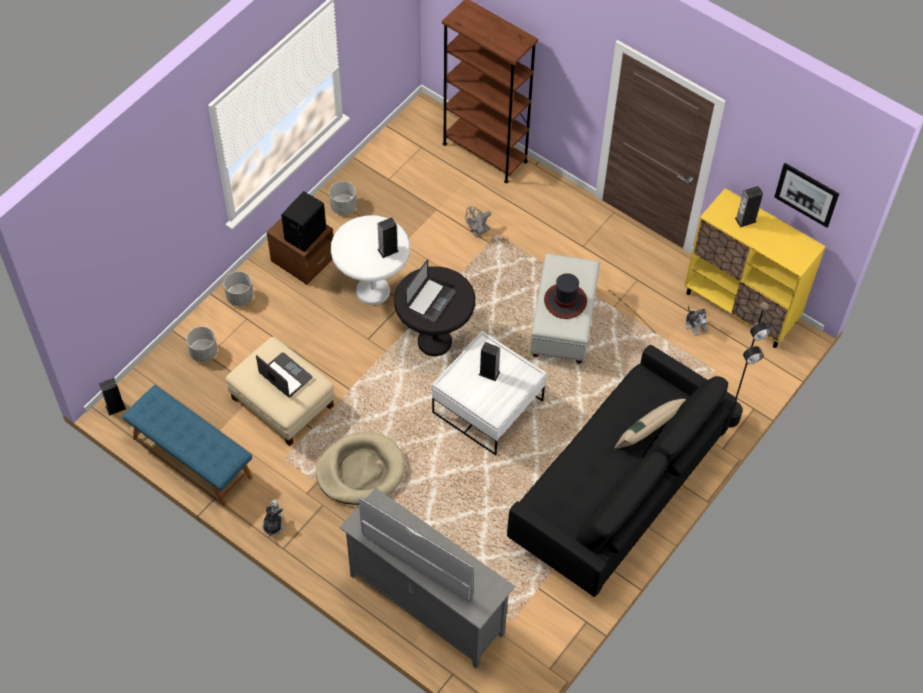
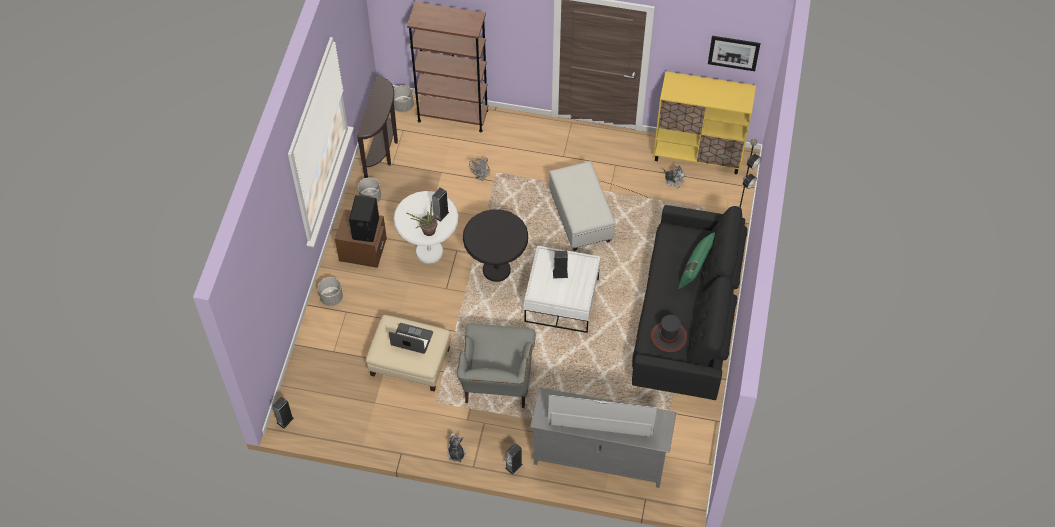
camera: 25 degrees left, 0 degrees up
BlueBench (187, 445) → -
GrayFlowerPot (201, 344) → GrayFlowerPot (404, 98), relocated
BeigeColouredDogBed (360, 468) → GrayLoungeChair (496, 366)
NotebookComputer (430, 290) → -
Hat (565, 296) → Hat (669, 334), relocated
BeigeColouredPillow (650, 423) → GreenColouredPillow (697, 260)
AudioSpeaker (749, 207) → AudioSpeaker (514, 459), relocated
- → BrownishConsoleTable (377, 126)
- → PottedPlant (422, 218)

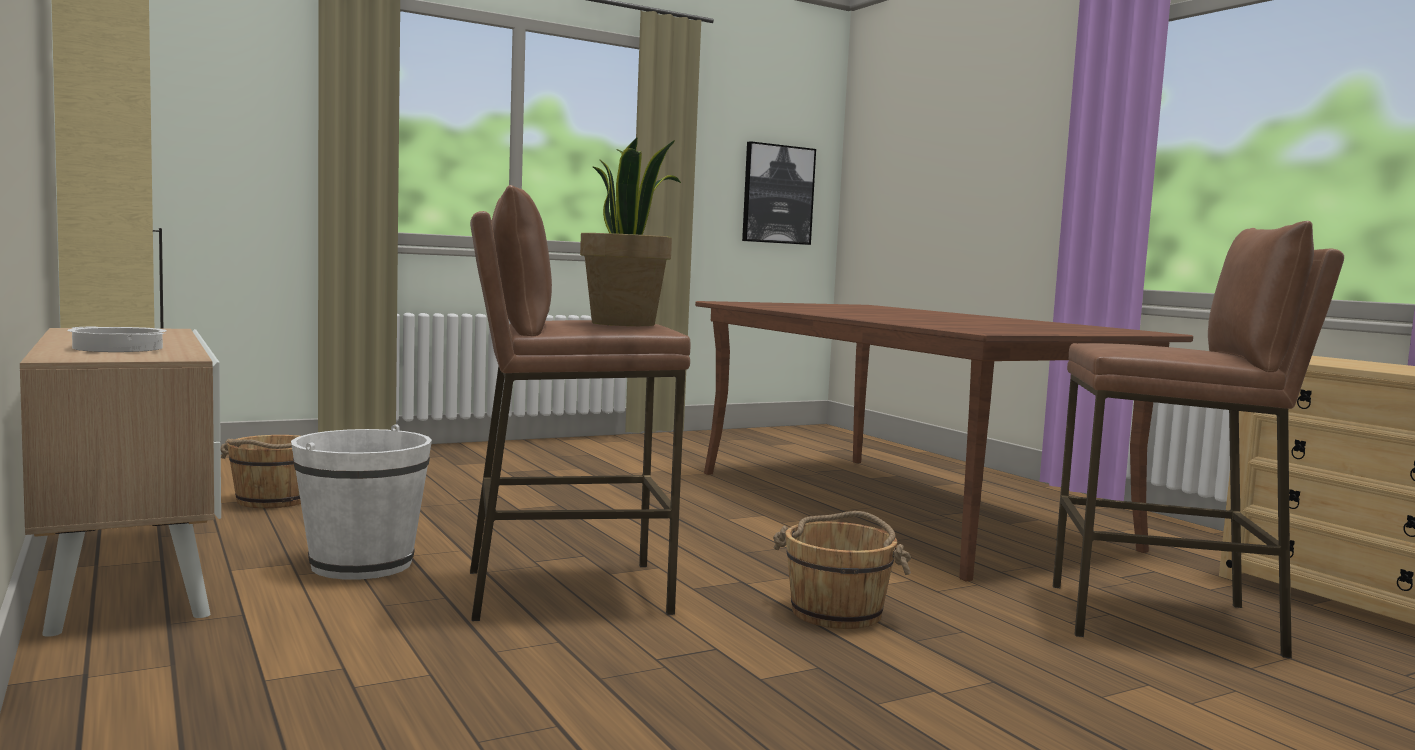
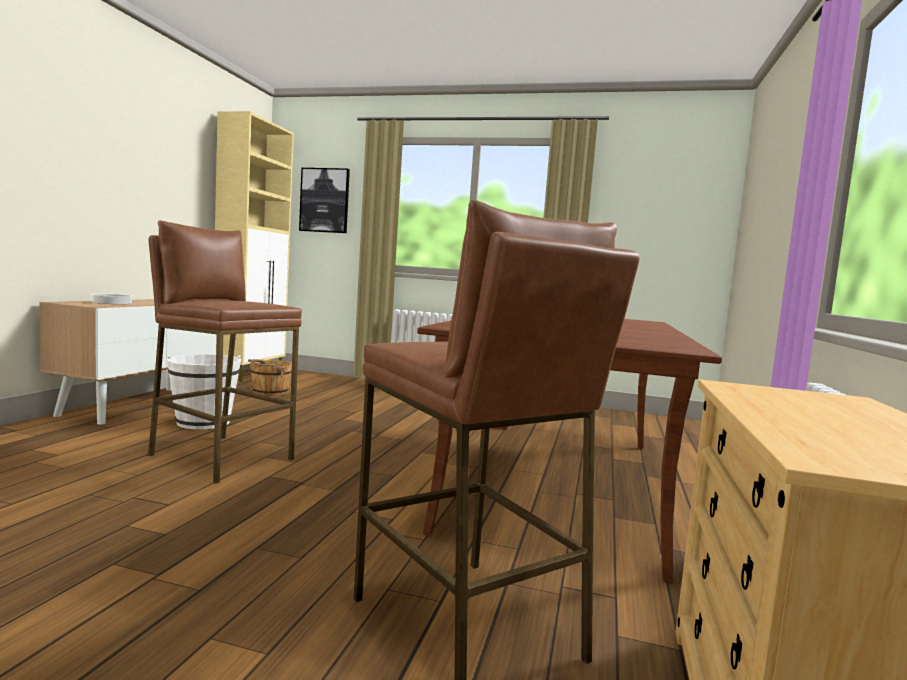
camera: 45 degrees right, 0 degrees up
PottedPlant (630, 232) → -
Picture (779, 193) → Picture (324, 200), relocated
BrownishBucket (842, 570) → -

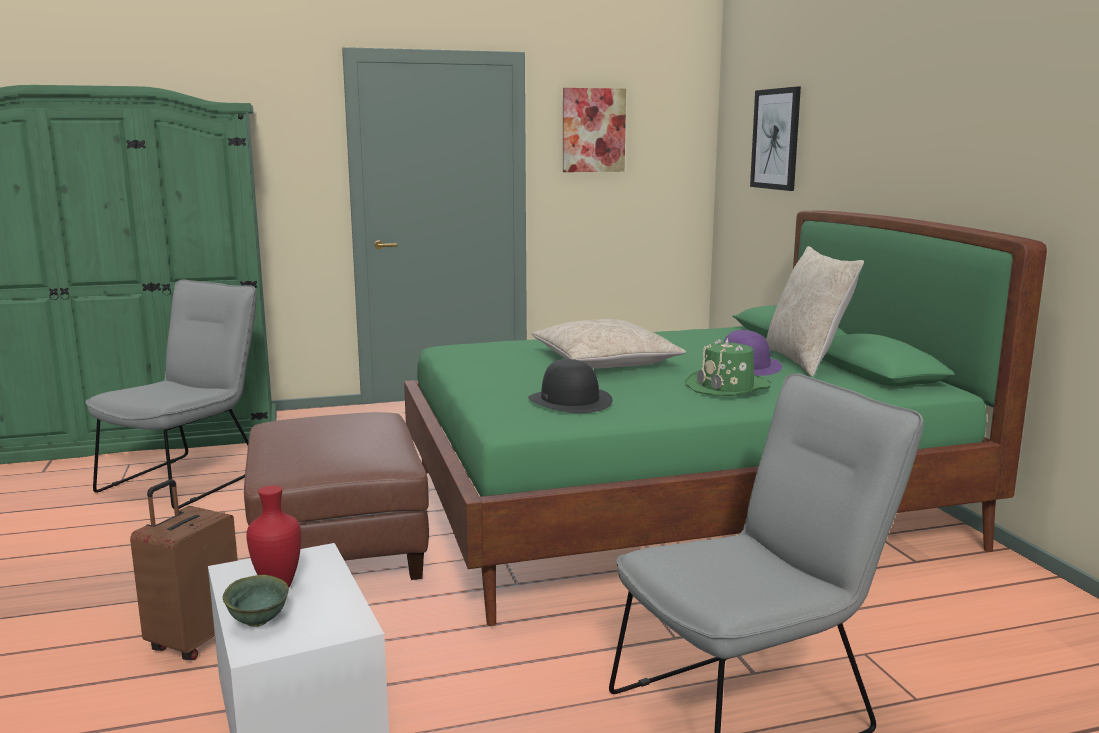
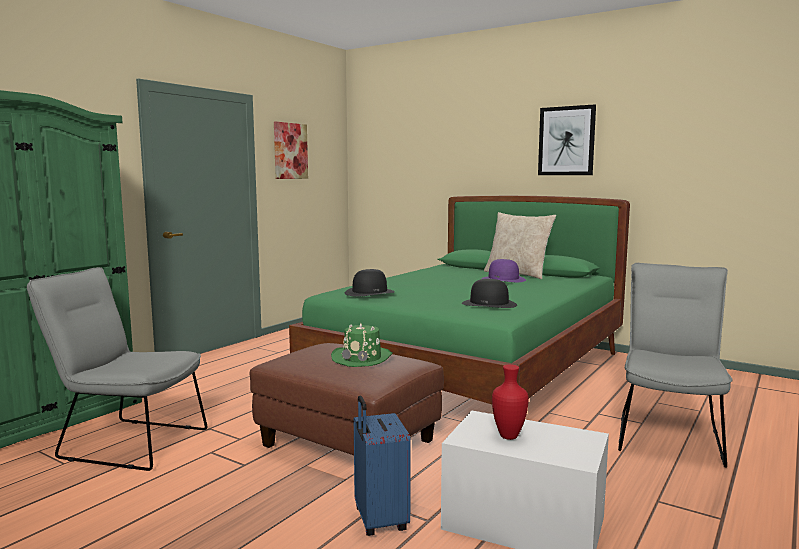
camera: 40 degrees left, 5 degrees down
GrayUprightChair (171, 394) → GrayUprightChair (117, 369), 60 degrees counterclockwise
BrownishPieceOfLuggage (184, 569) → BluePieceOfLuggage (382, 466)
GreenColouredServingBowl (256, 601) → -
BeigeColouredPillow (609, 343) → -
GreenColouredHat (728, 367) → GreenColouredHat (362, 345), relocated
Picture (775, 139) → Picture (567, 139), relocated
- → BlackHat (370, 283)

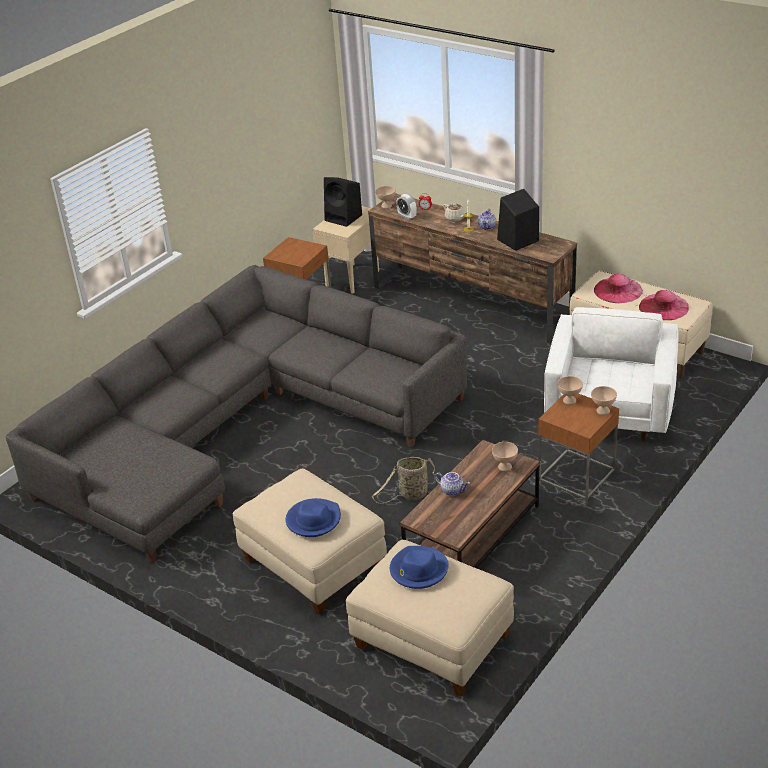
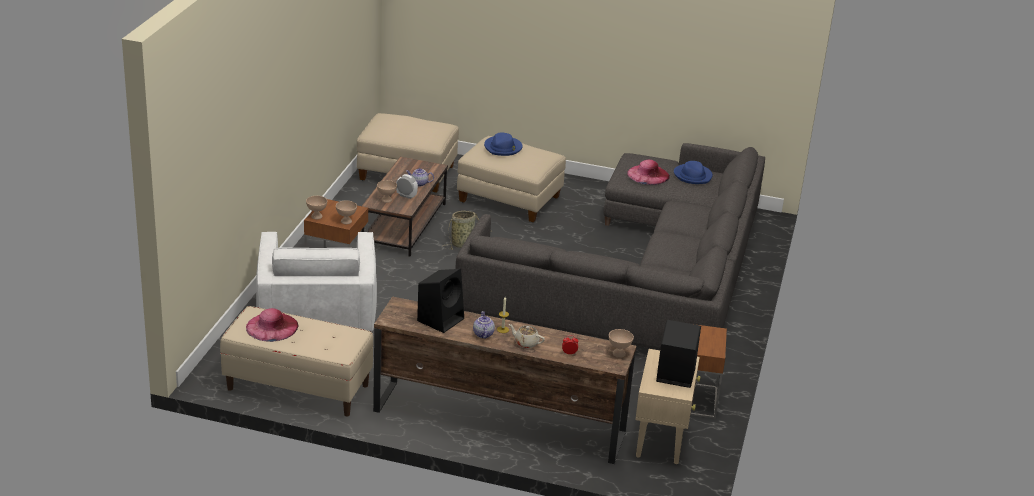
camera: 155 degrees right, 5 degrees down
BlueHat (419, 567) → BlueHat (693, 172), relocated
TableClock (407, 207) → TableClock (407, 186), relocated
PinkishHat (618, 288) → PinkishHat (648, 172), relocated

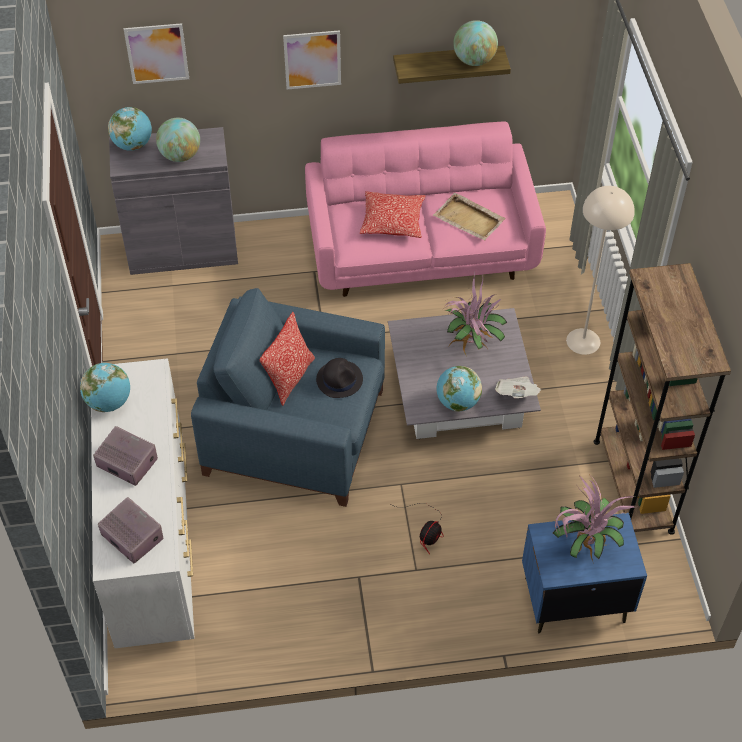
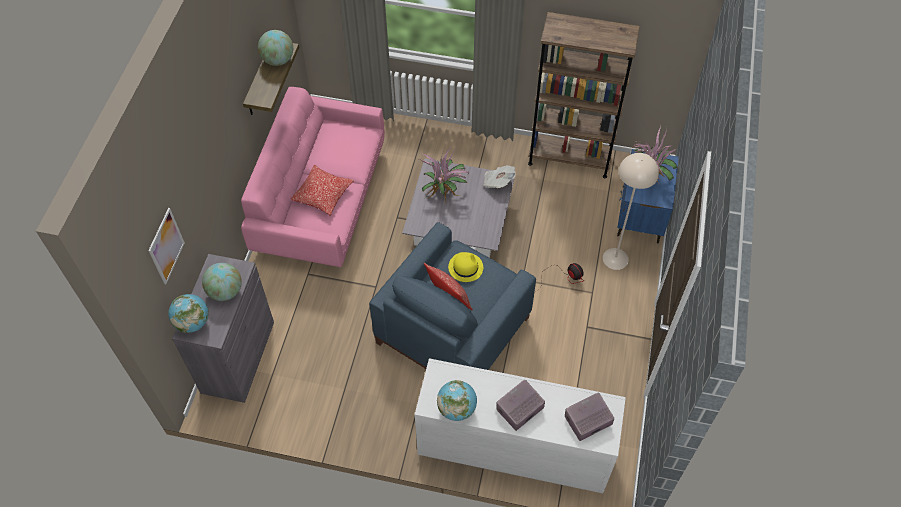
camera: 70 degrees left, 5 degrees up
Picture (312, 59) → -
BlackHat (339, 378) → YellowishHat (465, 267)
BeigeColouredTray (469, 217) → -
WorldGlobe (459, 388) → -
BeigeColouredFloorLamp (600, 270) → BeigeColouredFloorLamp (631, 211), relocated

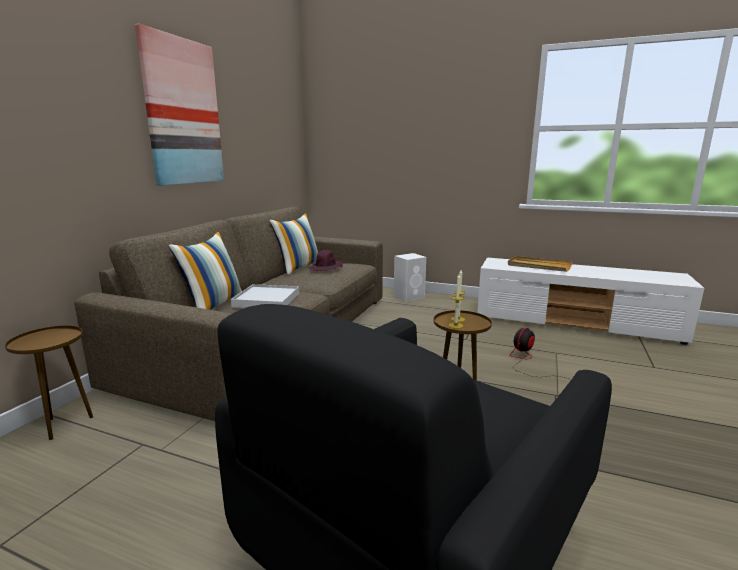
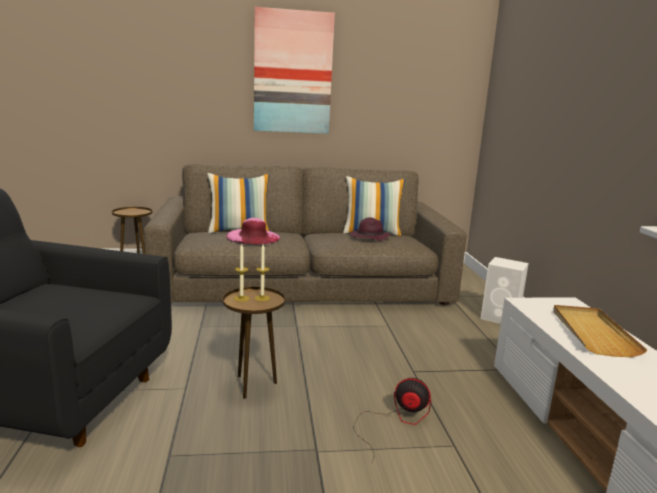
camera: 60 degrees right, 0 degrees up
WhiteColouredTray (265, 296) → PinkishHat (253, 231)

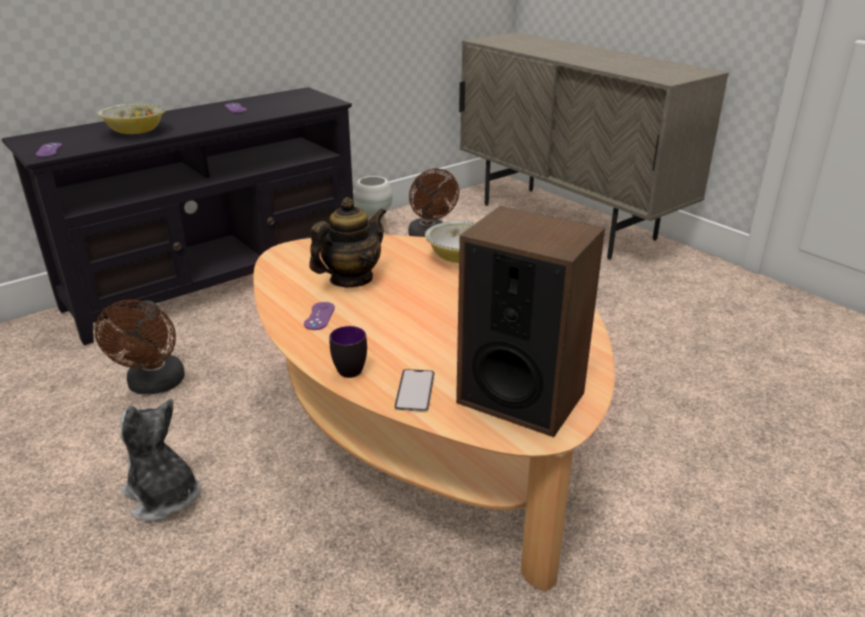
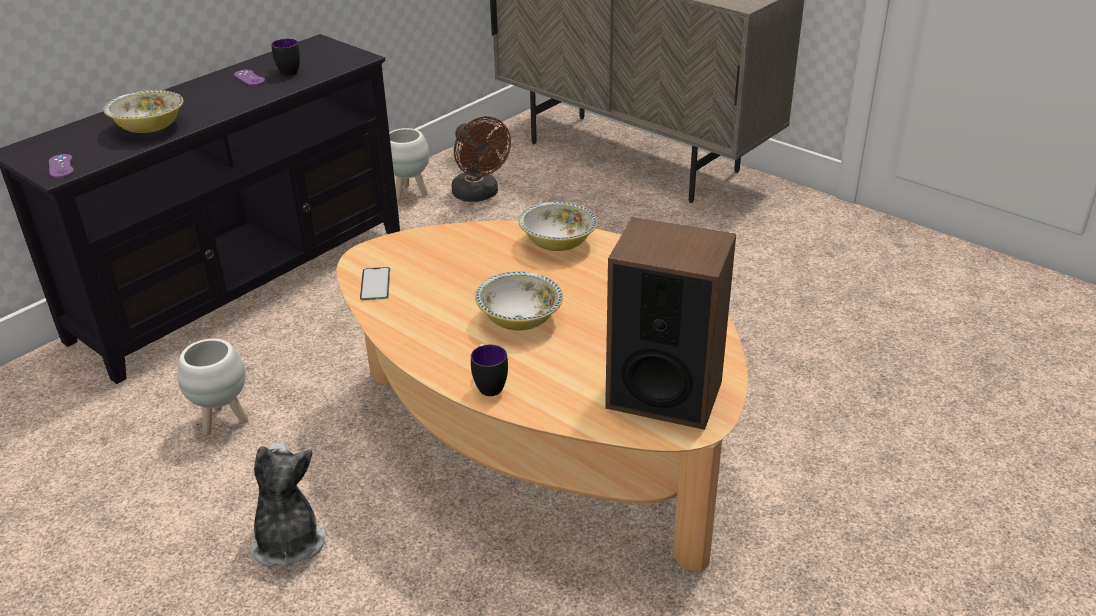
camera: 10 degrees left, 5 degrees up
BrownishFan (140, 347) → WhiteColouredFlowerPot (212, 387)
PlushToy (160, 460) → PlushToy (288, 504), 45 degrees clockwise
PurplishGameController (319, 316) → -
TeaPot (347, 242) → -
Telephone (414, 390) → Telephone (375, 283), relocated
- → CoffeeMug (285, 57)
- → ServingBowl (519, 301)

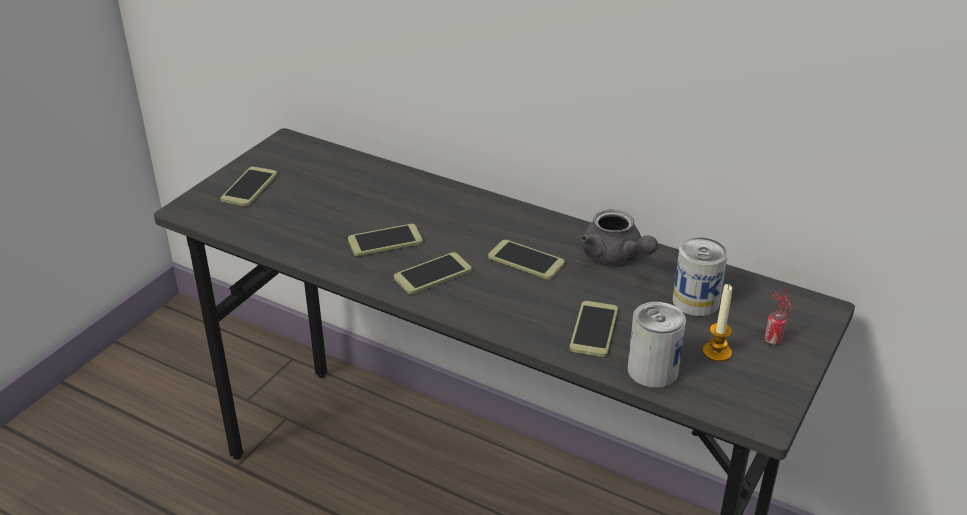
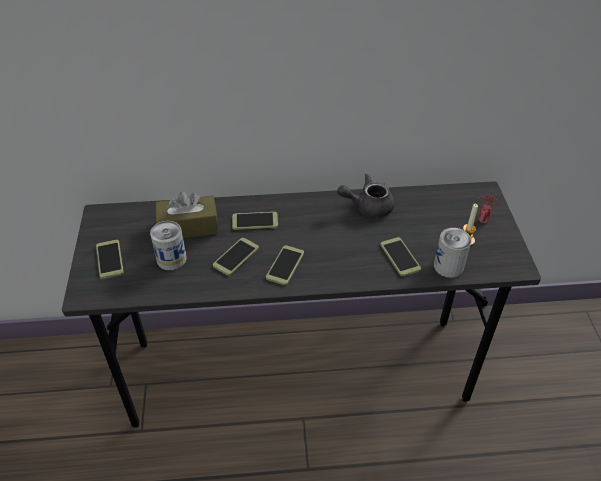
camera: 35 degrees left, 10 degrees up
Telephone (526, 260) → Telephone (255, 221), relocated
GrayTeaPot (619, 237) → GrayTeaPot (366, 195), 150 degrees clockwise
MetalCan (700, 276) → MetalCan (168, 245), relocated
- → BrownishTissueHolder (187, 214)

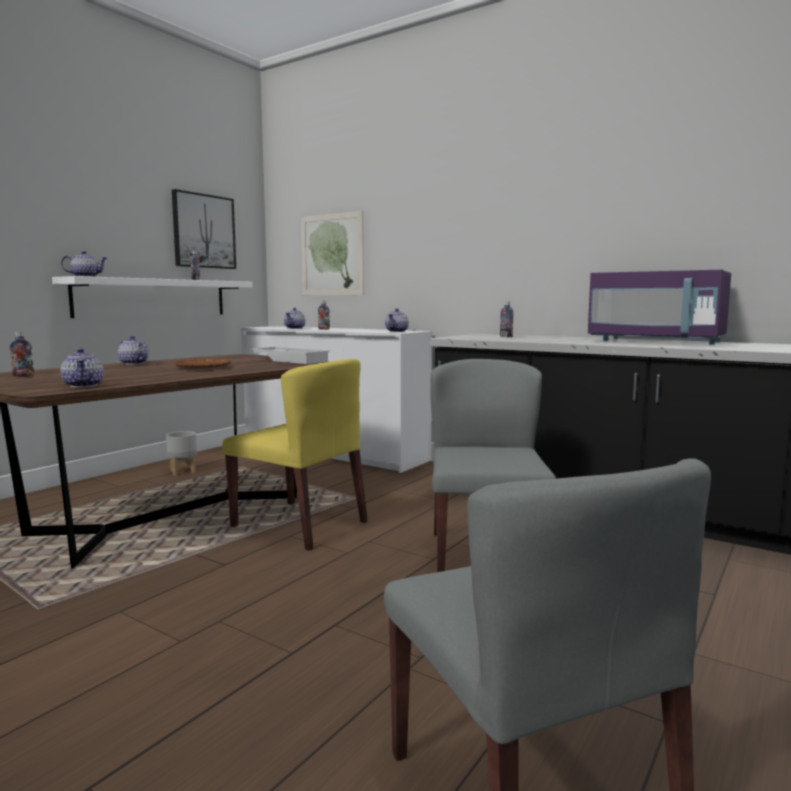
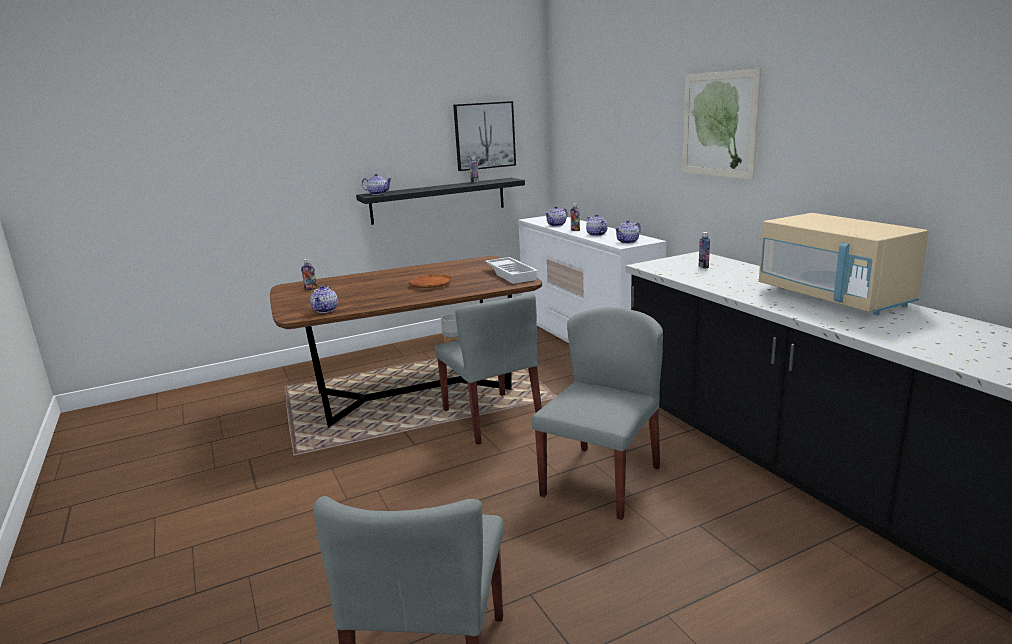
camera: 30 degrees right, 10 degrees up
WhiteColouredShelf (152, 297) → BlackShelf (440, 201)
TeaPot (133, 350) → TeaPot (597, 225), relocated
YellowishUprightChair (295, 455) → GrayUprightChair (488, 369)
Picture (332, 253) → Picture (721, 124), relocated
PurplishMicrowaveOven (659, 307) → BeigeColouredMicrowaveOven (844, 264)

